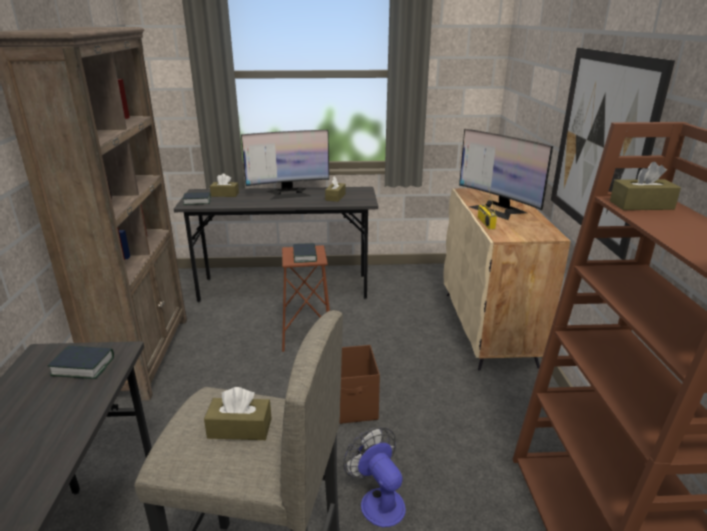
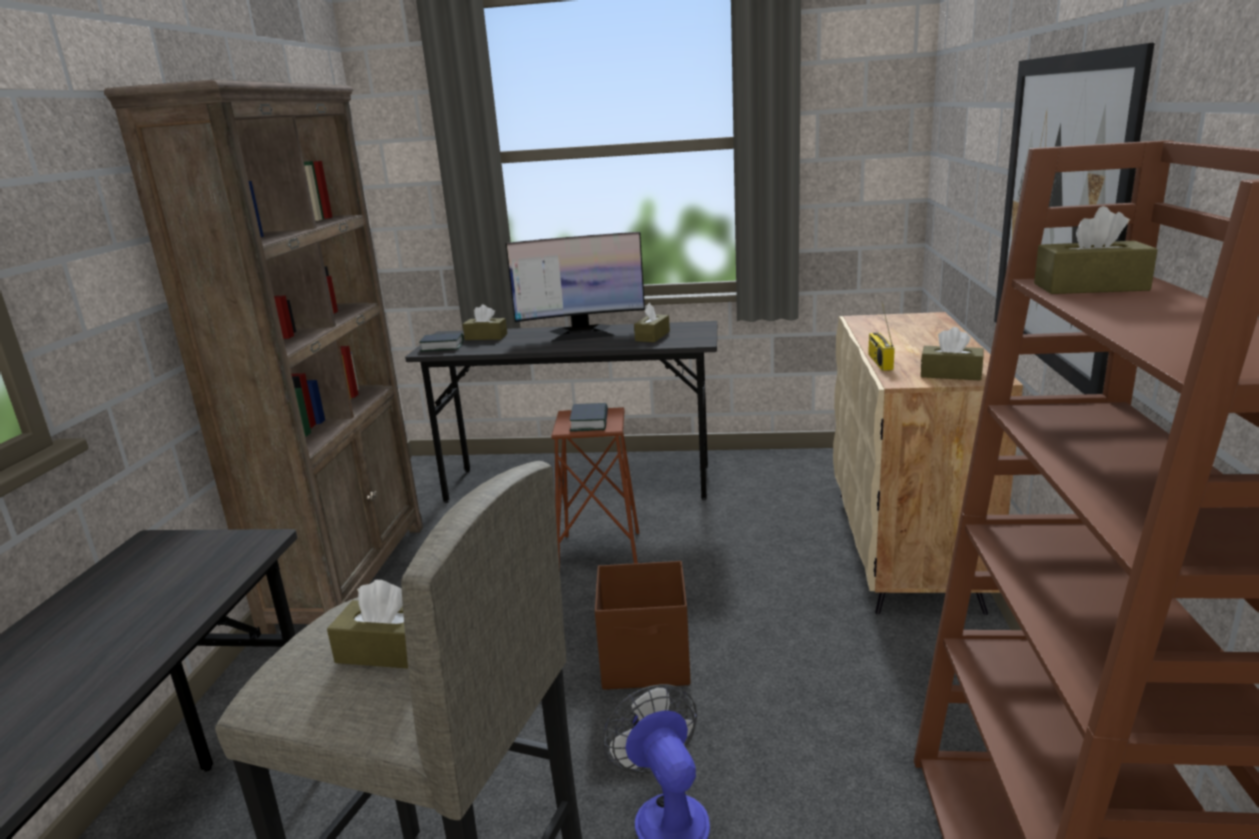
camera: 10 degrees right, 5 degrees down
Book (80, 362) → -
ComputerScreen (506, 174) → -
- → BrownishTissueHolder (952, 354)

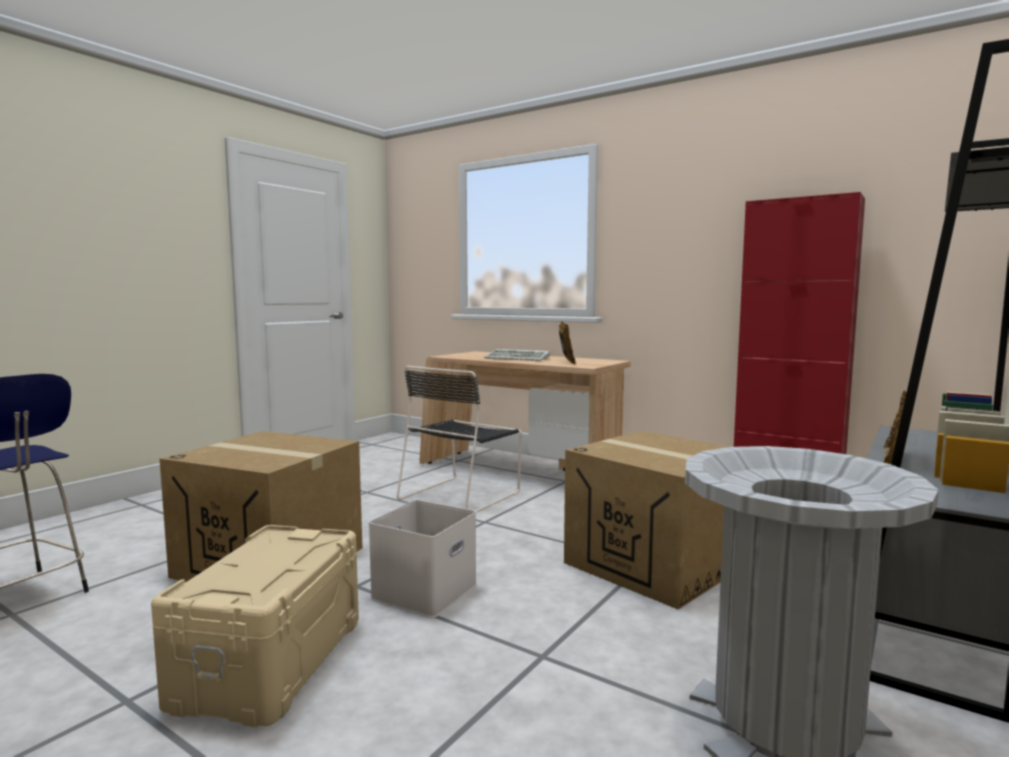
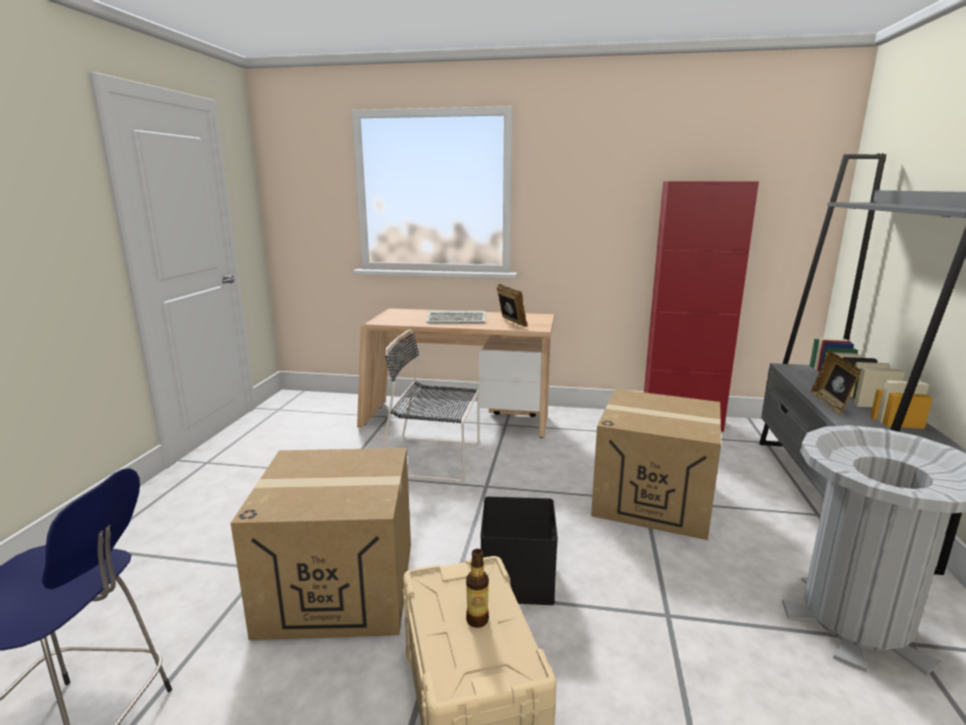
camera: 25 degrees left, 10 degrees up
WhiteColouredStorageContainer (423, 559) → BlackStorageContainer (519, 551)
BlackUprightChair (459, 439) → BlackUprightChair (431, 405), 90 degrees clockwise
- → DrinkBottle (477, 588)

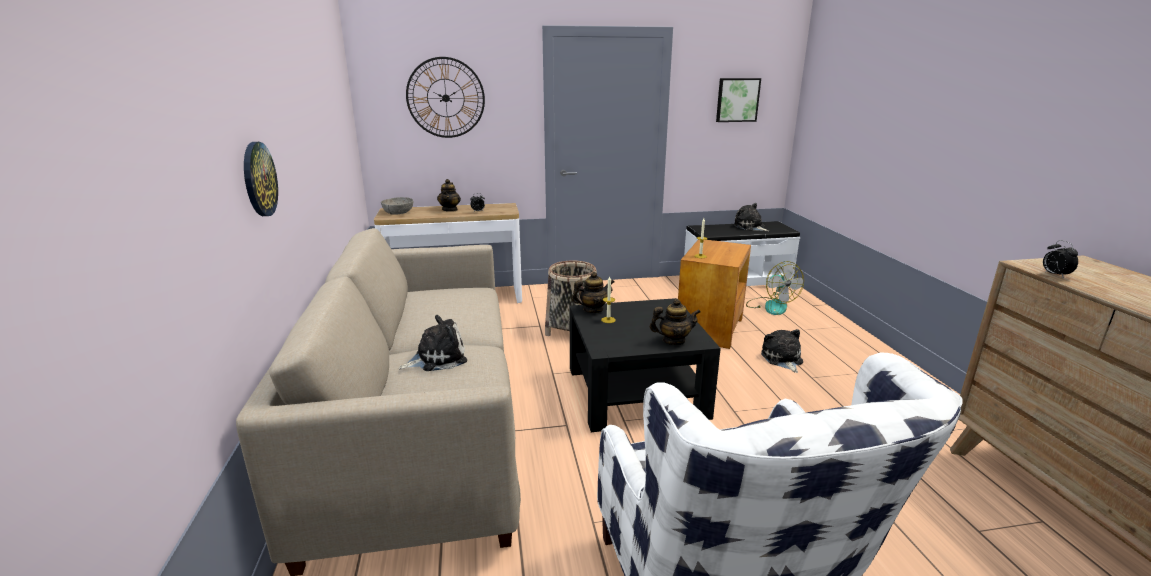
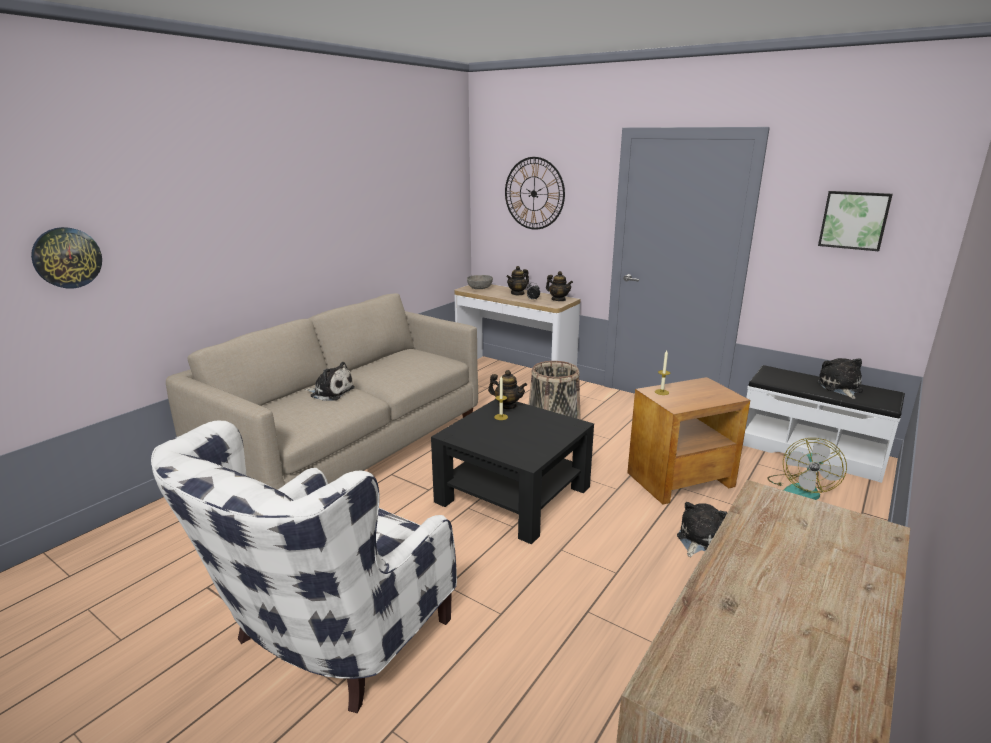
camera: 45 degrees right, 0 degrees up
HangingClock (261, 179) → HangingClock (66, 257), relocated
TeaPot (675, 322) → TeaPot (559, 286), relocated
TableClock (1060, 259) → -

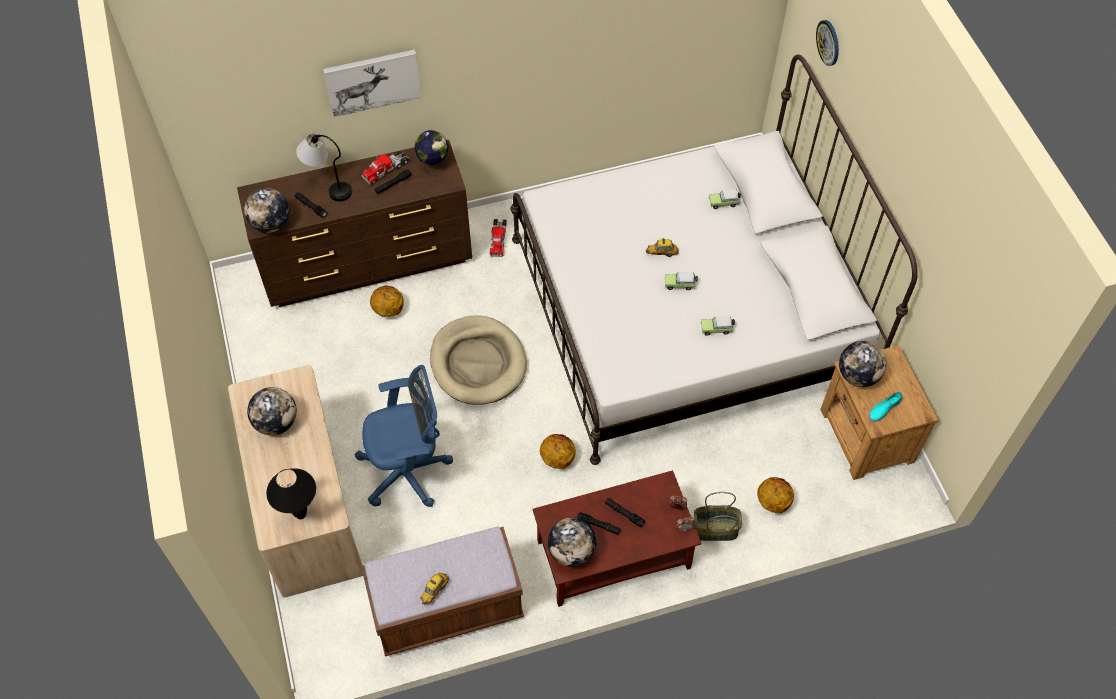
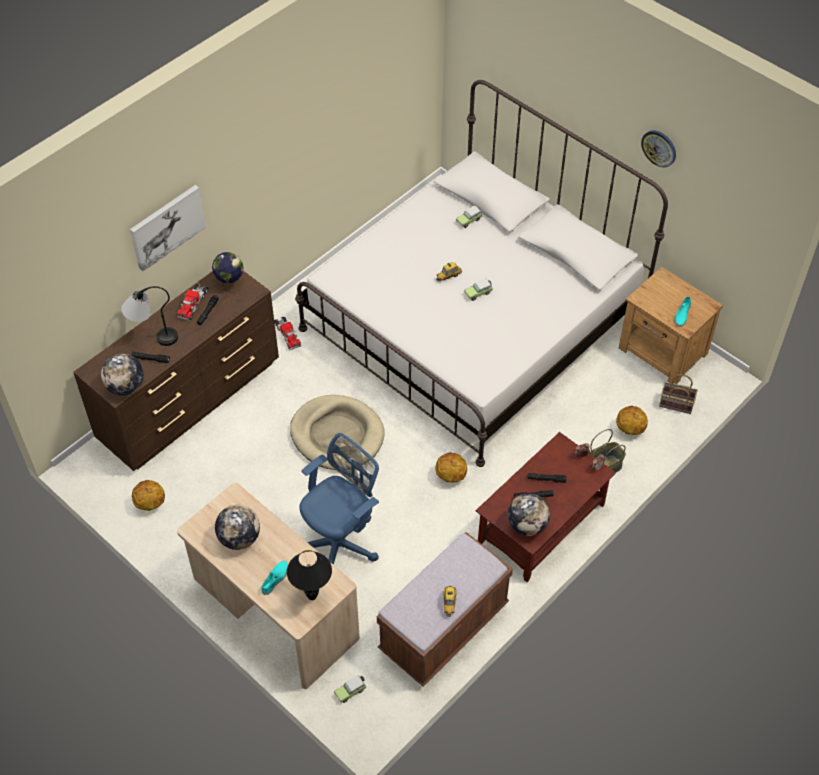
camera: 30 degrees left, 5 degrees down
Basketball (387, 301) → Basketball (148, 495), relocated
ToyCar (718, 326) → ToyCar (350, 689), relocated
HangingClock (827, 43) → HangingClock (658, 148), relocated
WorldGlobe (862, 364) → -
- → TurquoiseColouredLowShoe (274, 578)
- → StorageBasket (678, 394)

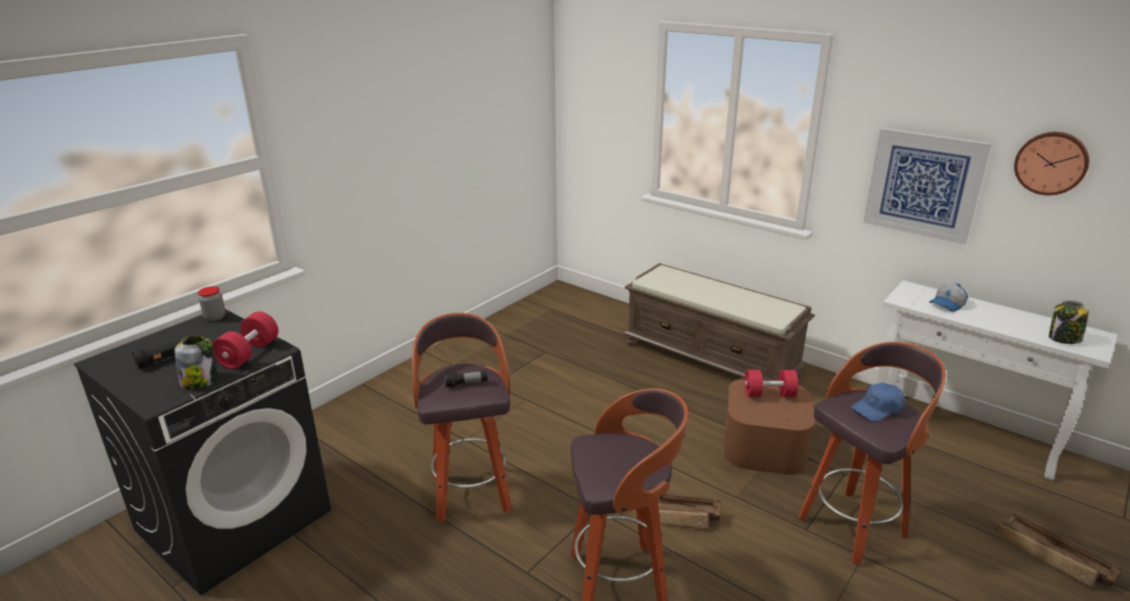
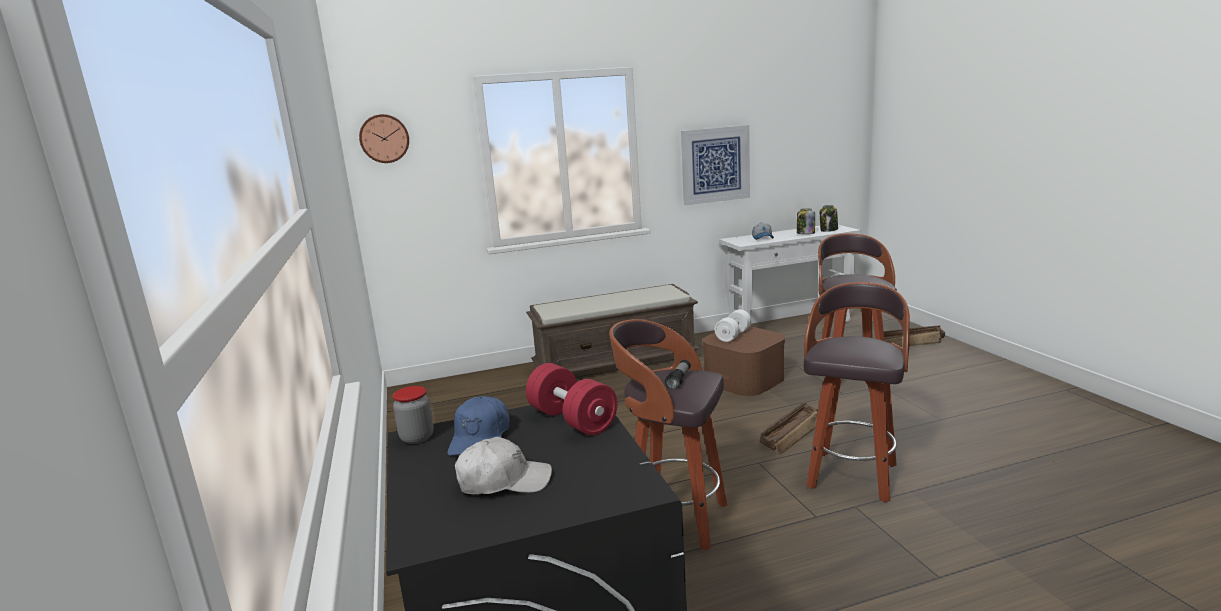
camera: 55 degrees left, 10 degrees down
BlackTorch (157, 354) → WhiteColouredCap (503, 466)
PreserveJar (196, 362) → PreserveJar (806, 221), relocated
RedHandWeight (771, 383) → WhiteColouredHandWeight (733, 325)
BlueCap (878, 402) → BlueCap (478, 426), relocated
HangingClock (1051, 163) → HangingClock (384, 138), relocated

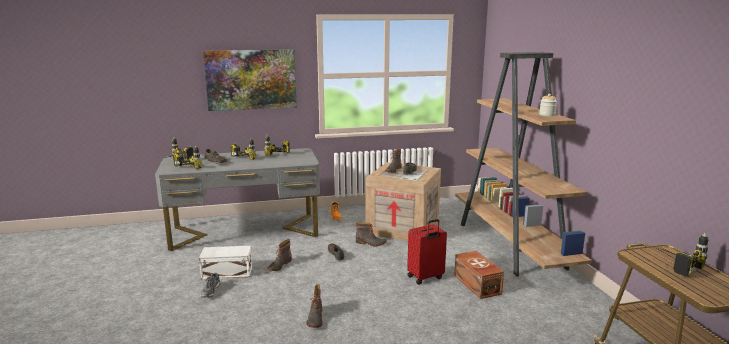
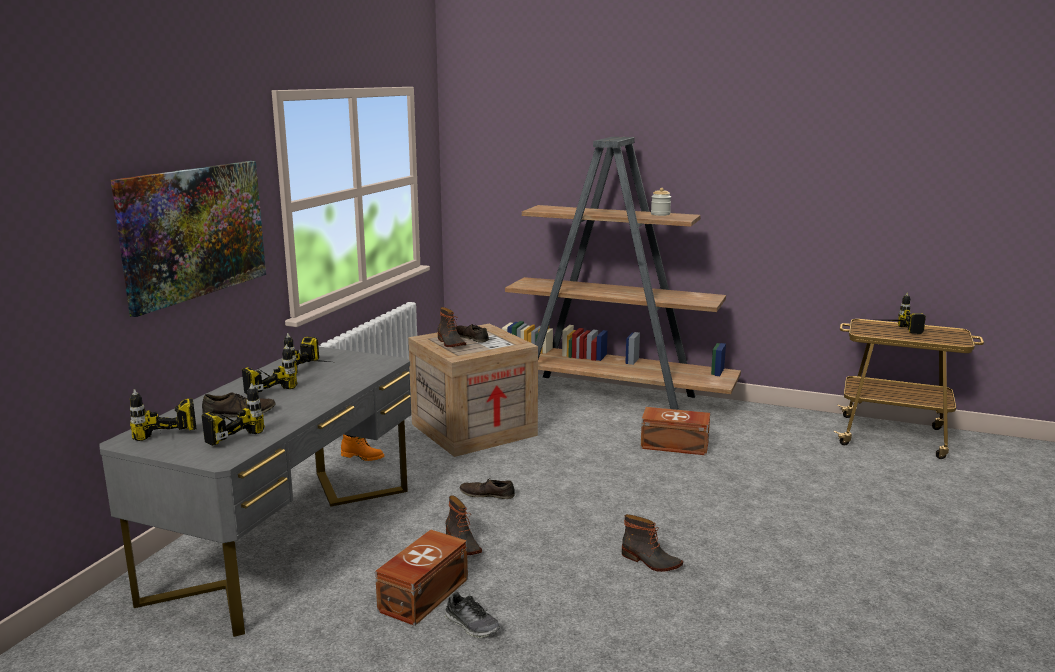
camera: 55 degrees left, 0 degrees up
WhiteColouredStorageContainer (225, 262) → BrownishStorageContainer (421, 578)
HighTopBoot (371, 234) → -
RedPieceOfLuggage (427, 252) → -

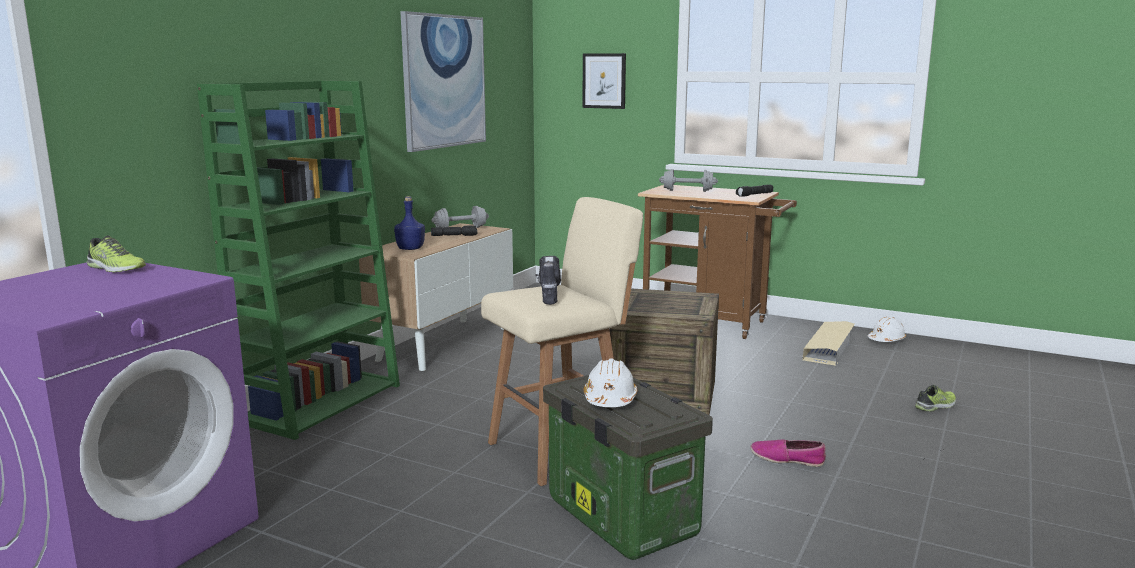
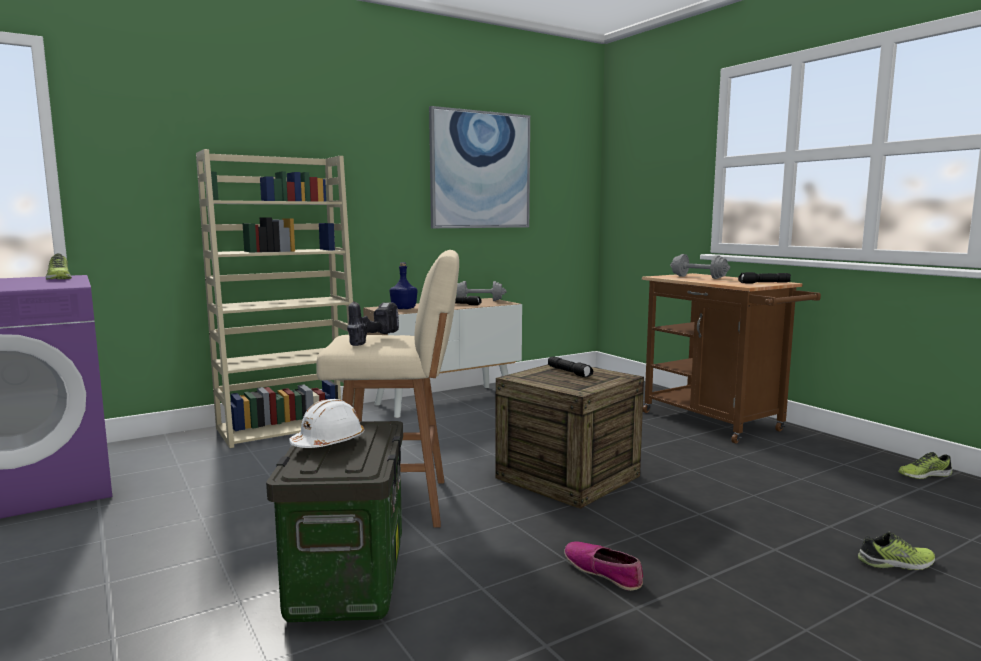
camera: 30 degrees right, 5 degrees down
GreenColouredShelvingUnit (298, 260) → BeigeColouredShelvingUnit (275, 298)
Picture (604, 81) → -
BeigeColouredStorageContainer (829, 343) → -
WhiteColouredSafetyHelmet (887, 329) → LowShoe (925, 465)
- → BlackTorch (570, 366)

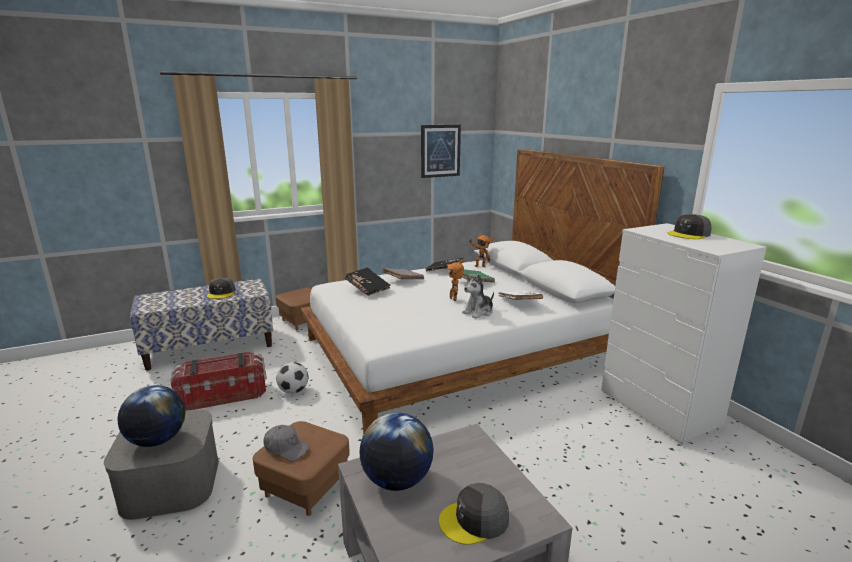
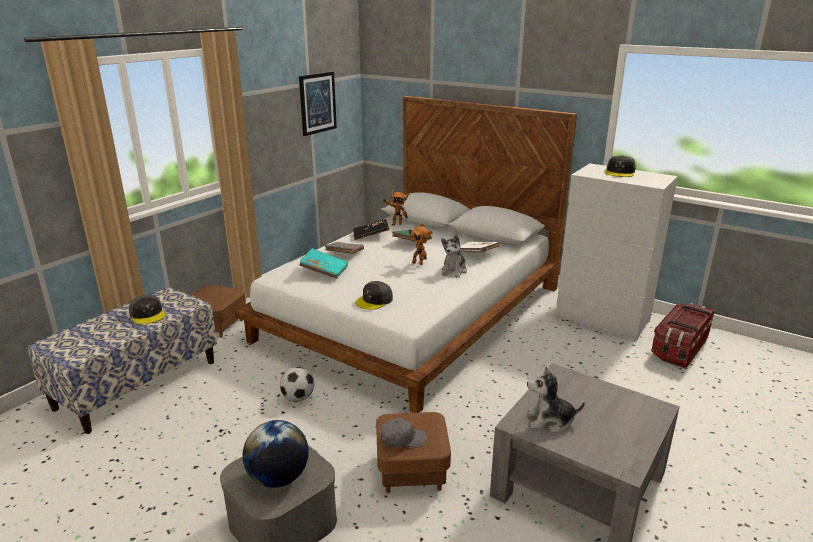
camera: 30 degrees left, 5 degrees up
StorageContainer (218, 381) → StorageContainer (682, 336), relocated
BlackBook (368, 281) → TurquoiseColouredBook (324, 263)
WorldGlobe (397, 451) → PlushToy (556, 400)
GrayCap (474, 514) → GrayCap (374, 295), relocated

